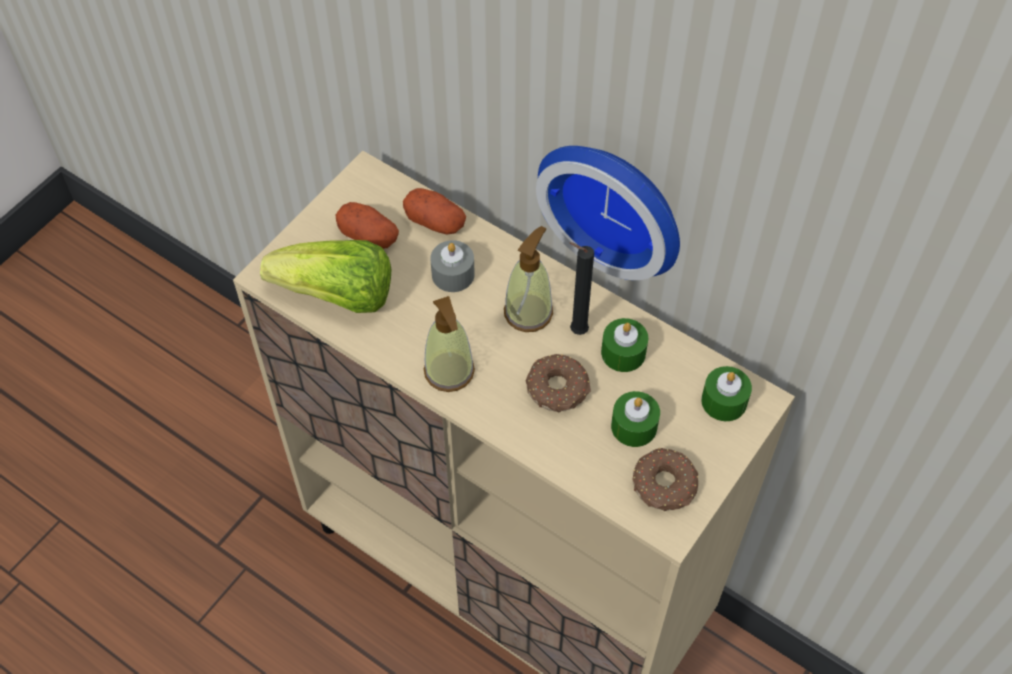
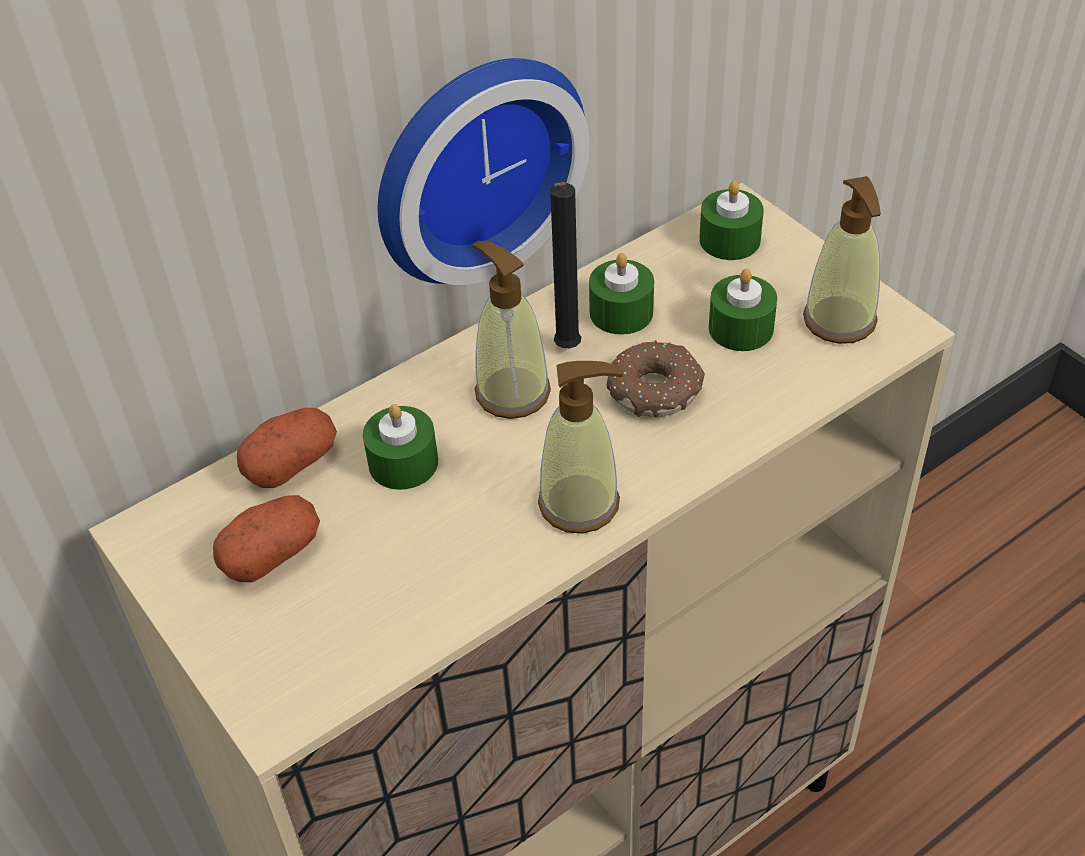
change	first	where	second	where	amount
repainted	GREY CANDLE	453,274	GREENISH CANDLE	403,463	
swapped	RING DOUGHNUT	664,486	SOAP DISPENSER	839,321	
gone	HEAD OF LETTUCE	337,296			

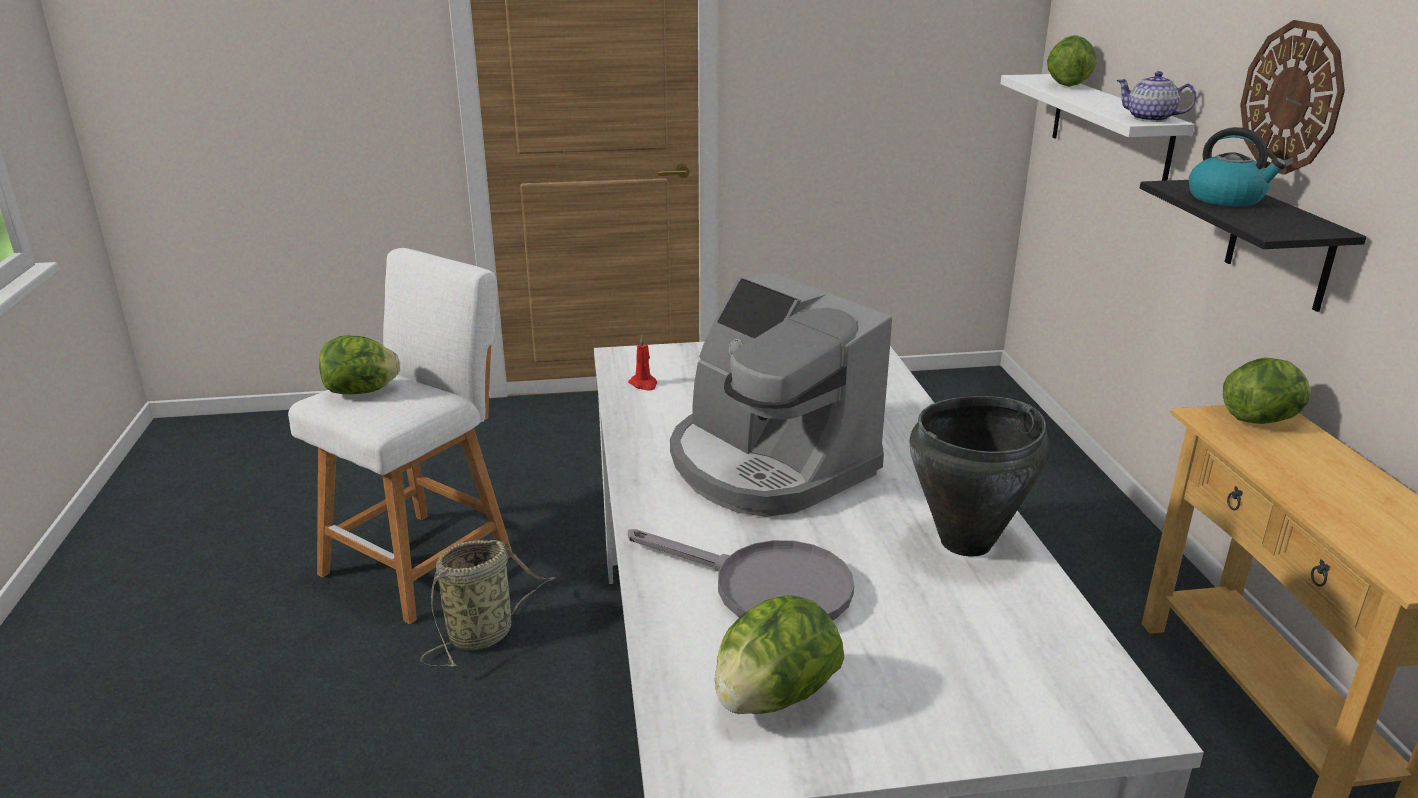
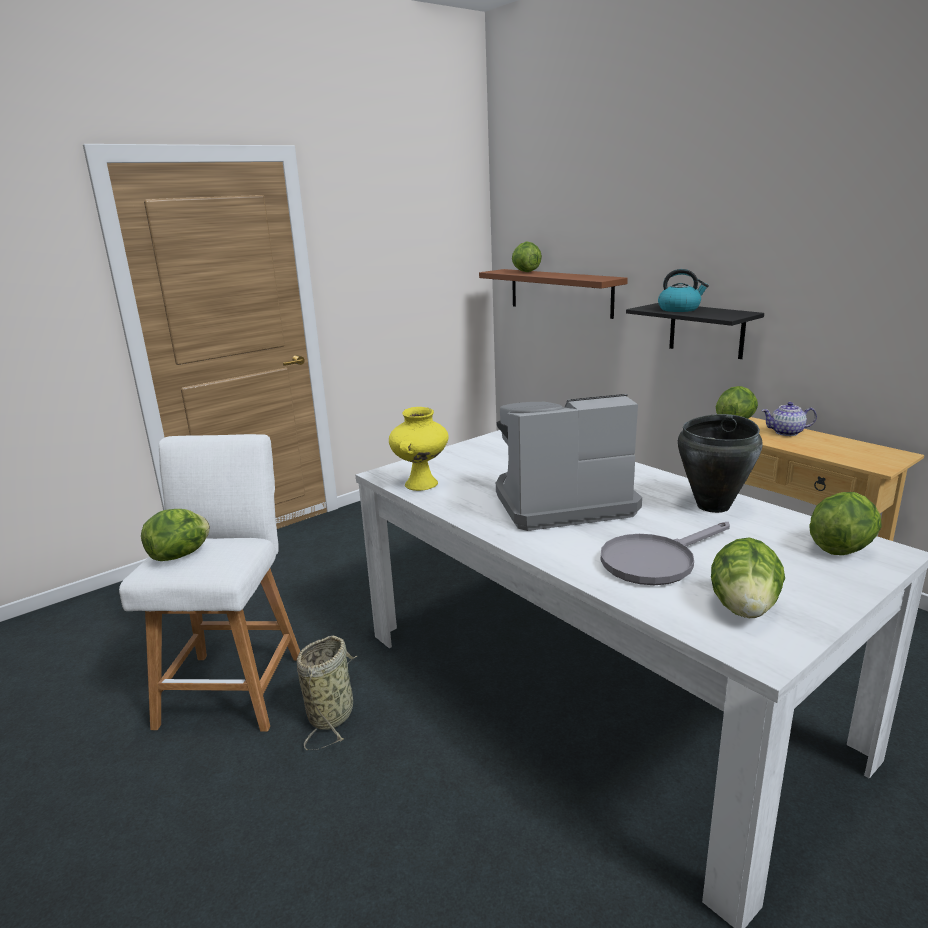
change	first	where	second	where	amount
swapped	REDDISH CANDLE	644,384	YELLOW-COLOURED VASE	422,484	
repainted	WHITISH SHELF	1109,129	BROWN-COLOURED SHELF	560,292	
rotated	COFFEE BREWER	768,464		561,503	150 degrees clockwise
rotated	GREY FRYING PAN	764,588		656,560	150 degrees clockwise
shifted	POT FOR TEA	1150,119		787,432	
new			HEAD OF LETTUCE	841,548	
gone	WALL CLOCK	1292,98			

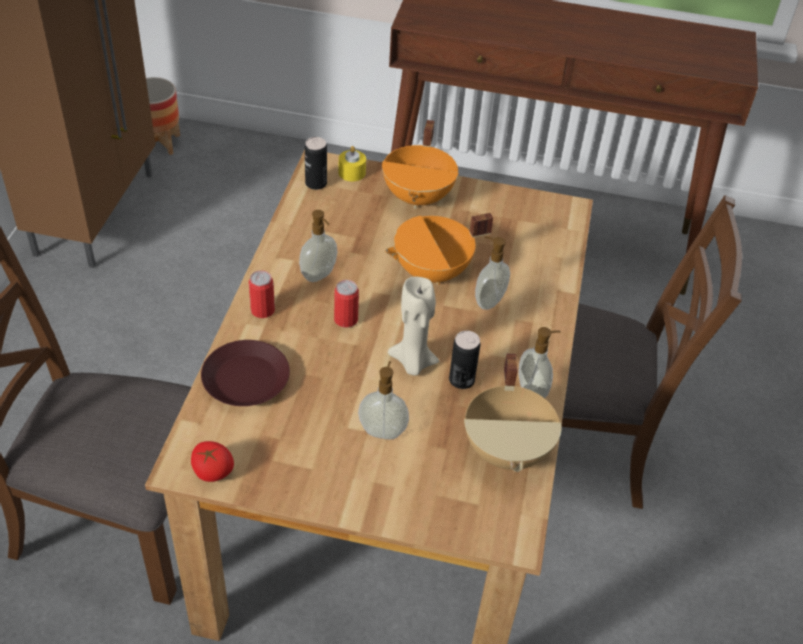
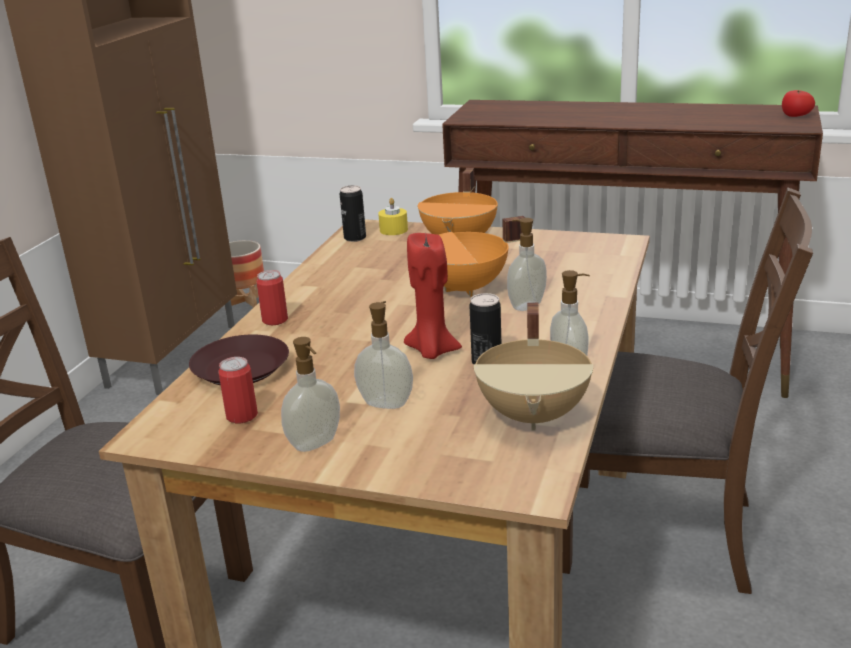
change	first	where	second	where	amount
shifted	CAN	346,319		242,416	
shifted	SOAP DISPENSER	319,275		315,444	
repainted	SAND-COLOURED CANDLE	412,362	REDDISH CANDLE	432,351	
shifted	TOMATO	212,472		795,116	

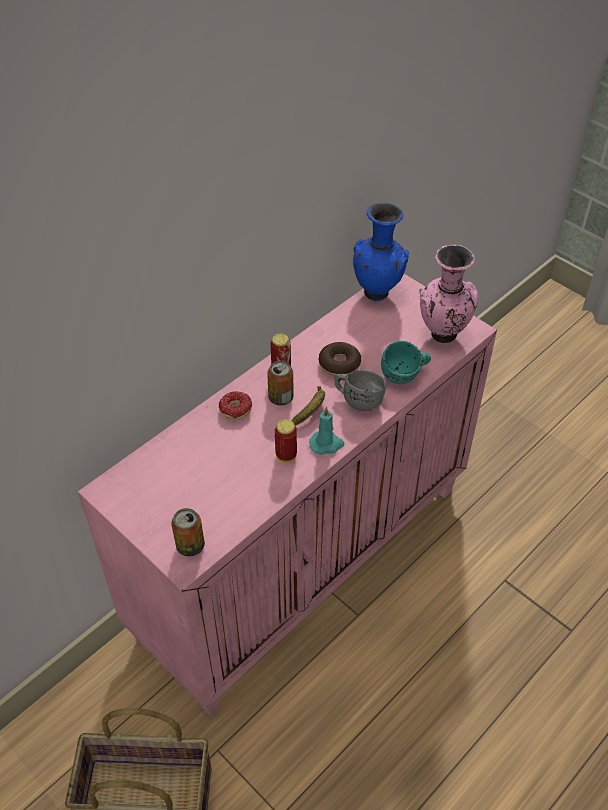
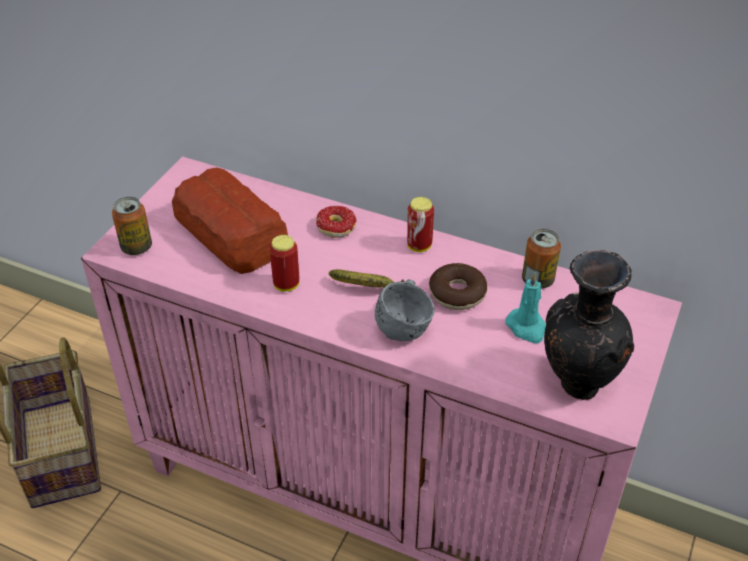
change	first	where	second	where	amount
new			BAKED BREAD	231,235	
shifted	TURQUOISE-COLOURED CANDLE	327,444		527,327	
shifted	CAN	281,398		537,280	
repainted	PINKISH VASE	442,336	BLACK VASE	576,384	
gone	BLUISH VASE	378,293			
gone	TURQUOISE-COLOURED MUG	405,376			

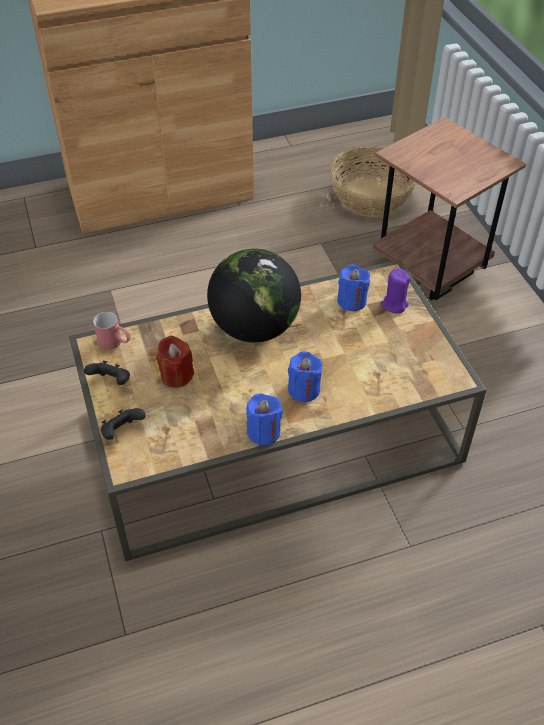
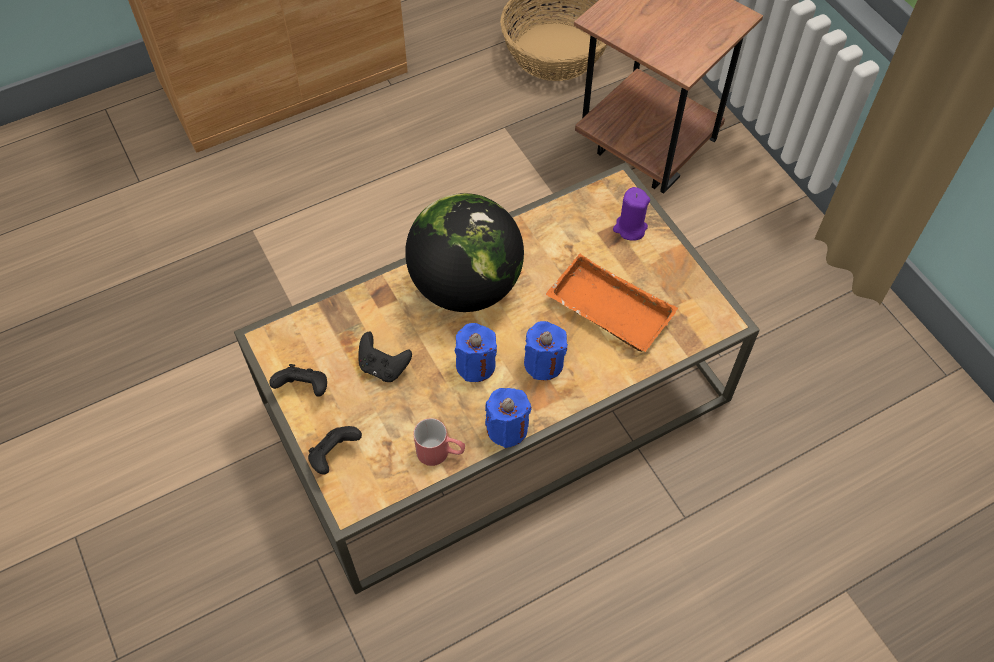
change	first	where	second	where	amount
swapped	REDDISH CANDLE	176,375	BLACK JOYPAD	383,367	
shifted	REDDISH MUG	115,343		441,453	
shifted	BLUISH CANDLE	351,301		476,365	
new			ORANGE-COLOURED SERVING TRAY	606,311	

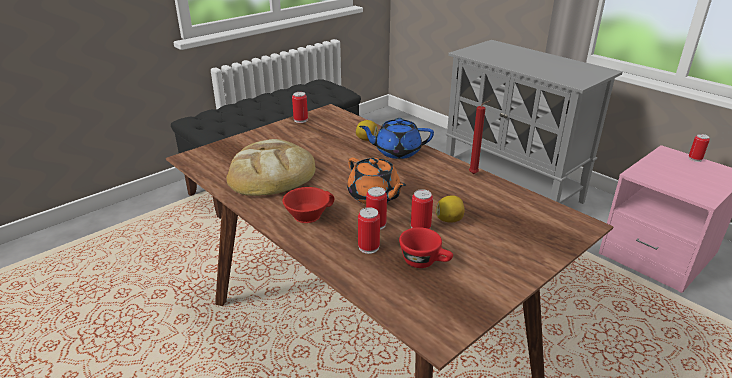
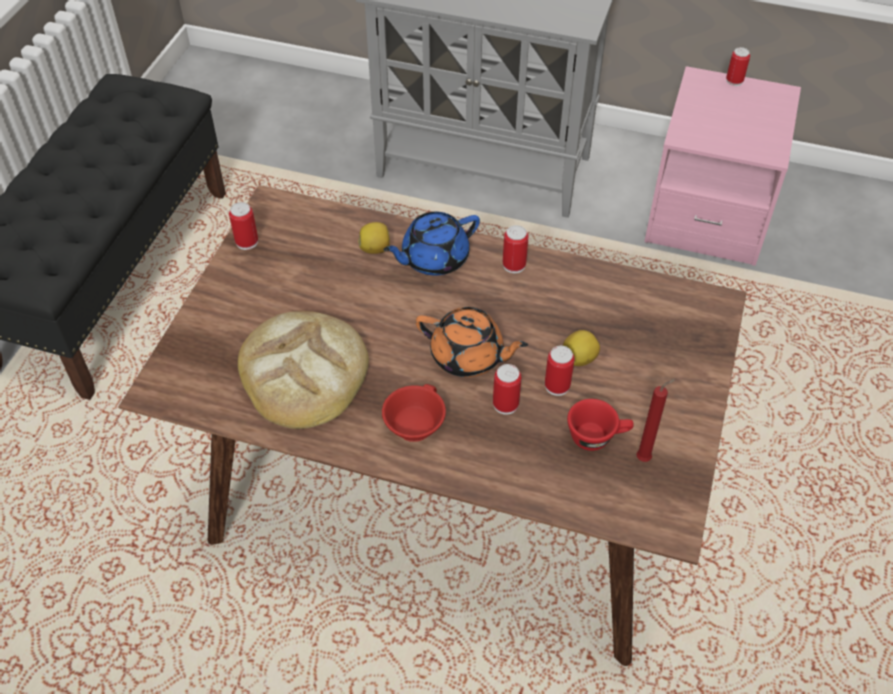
change	first	where	second	where	amount
shifted	CAN	368,247		514,265	
shifted	REDDISH CANDLE	475,174		645,458	

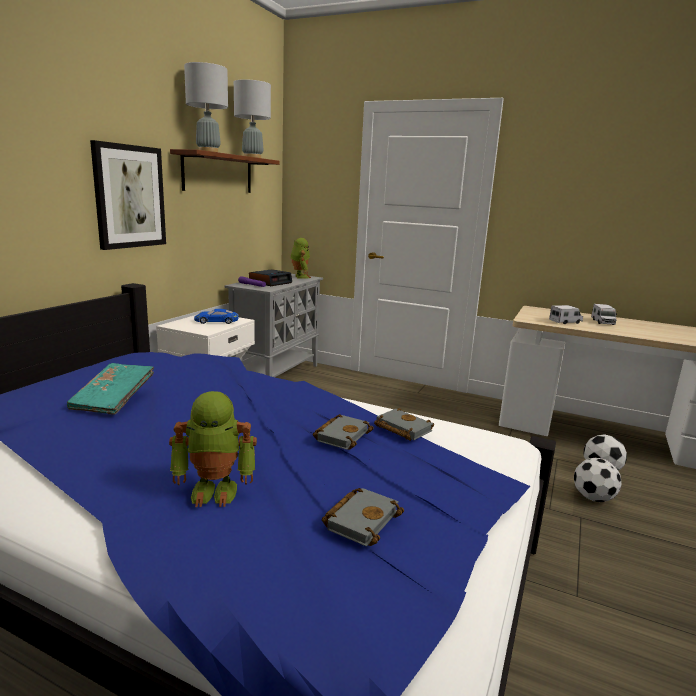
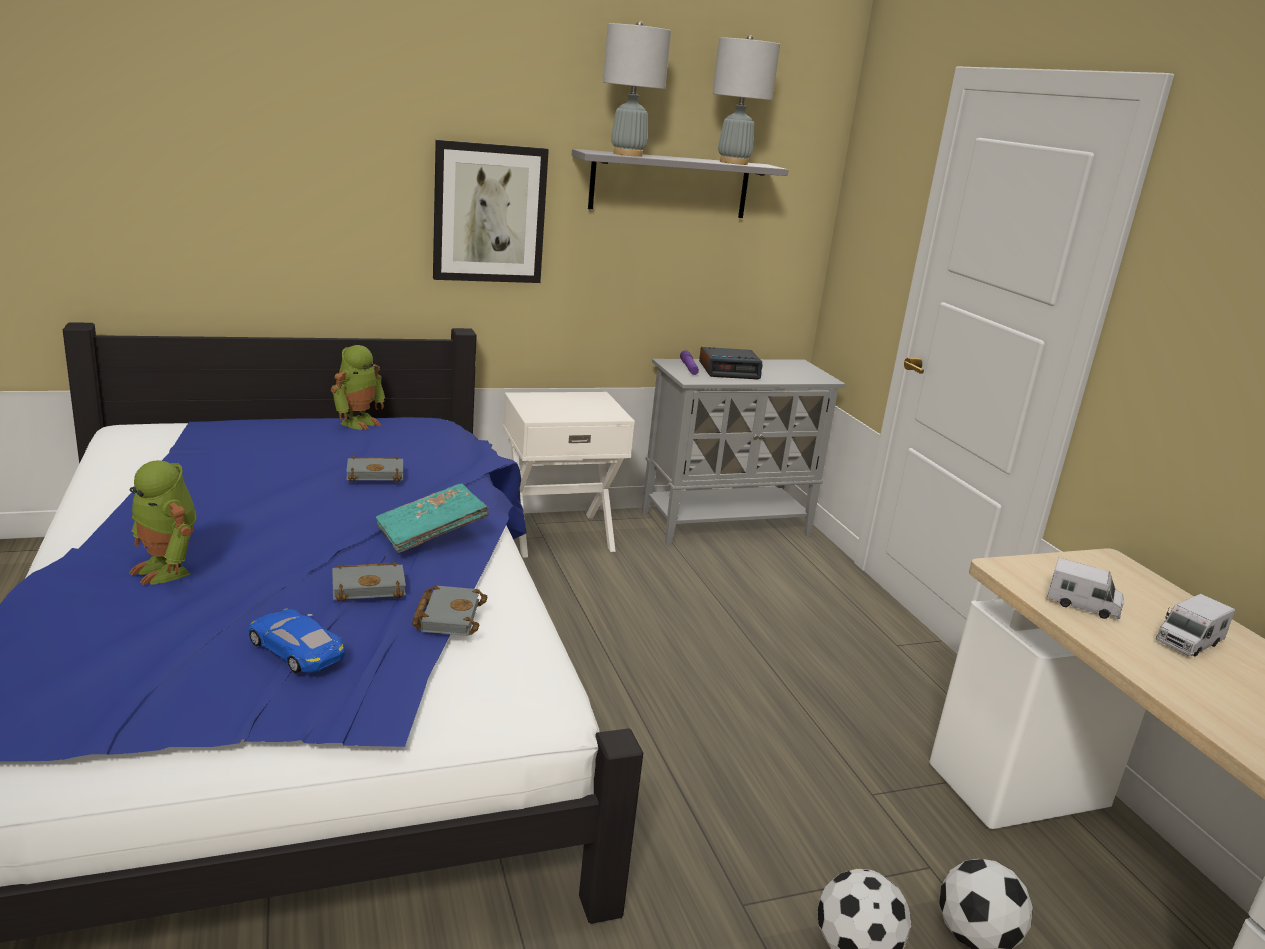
change	first	where	second	where	amount
shifted	BLUISH MINIATURE CAR	216,321		296,649	
shifted	MODEL ROBOT	300,277		358,422	
shifted	GREY BOUND BOOK	361,519		377,473	
shifted	TURQUOISE-COLOURED BOUND BOOK	113,400		431,533	
repainted	BROWN-COLOURED SHELF	218,173	GREY SHELF	670,185	

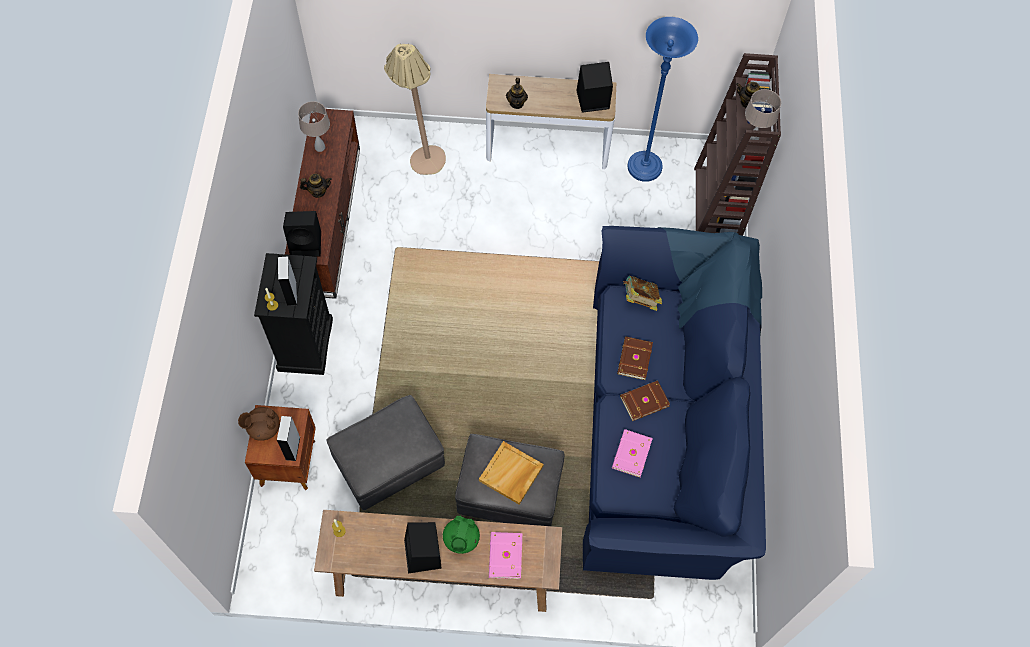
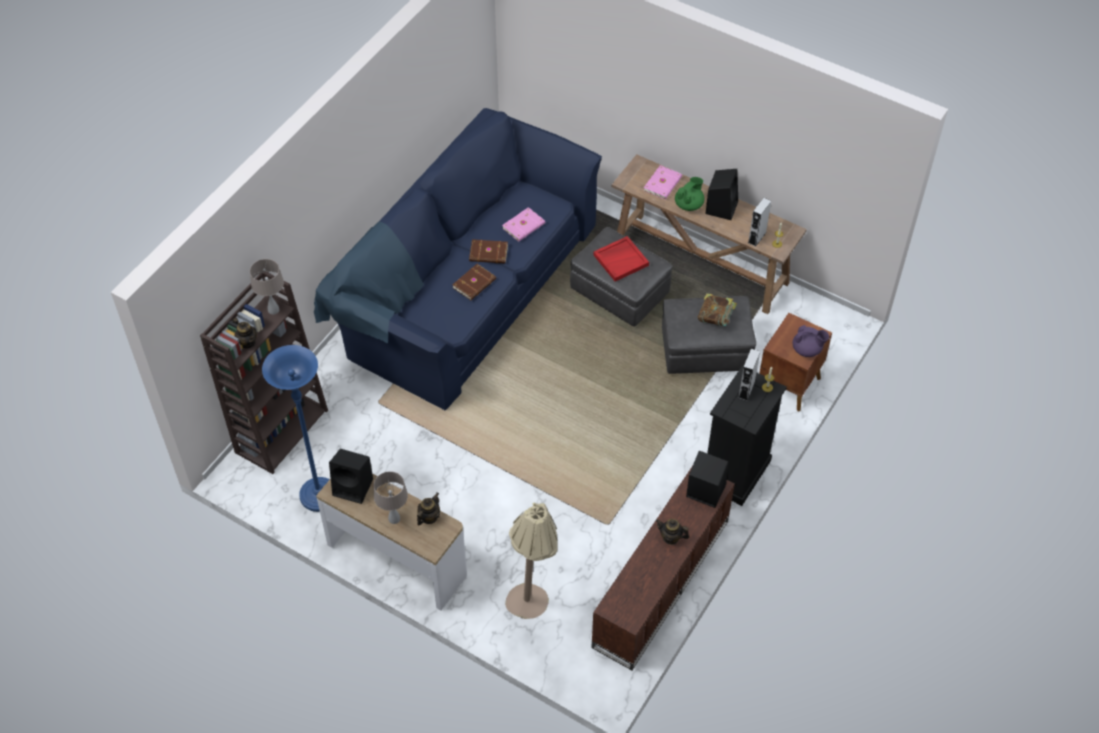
change	first	where	second	where	amount
shifted	SAND-COLOURED LAMP FOR A TABLE	319,147		394,519	
repainted	SAND-COLOURED SERVING TRAY	511,474	REDDISH SERVING TRAY	621,260	
shifted	BOUND BOOK	640,299		715,319	
shifted	GREY AUDIO SPEAKER	292,448		757,237	
repainted	BROWN-COLOURED POT FOR TEA	263,428	PURPLE-COLOURED POT FOR TEA	807,350	

